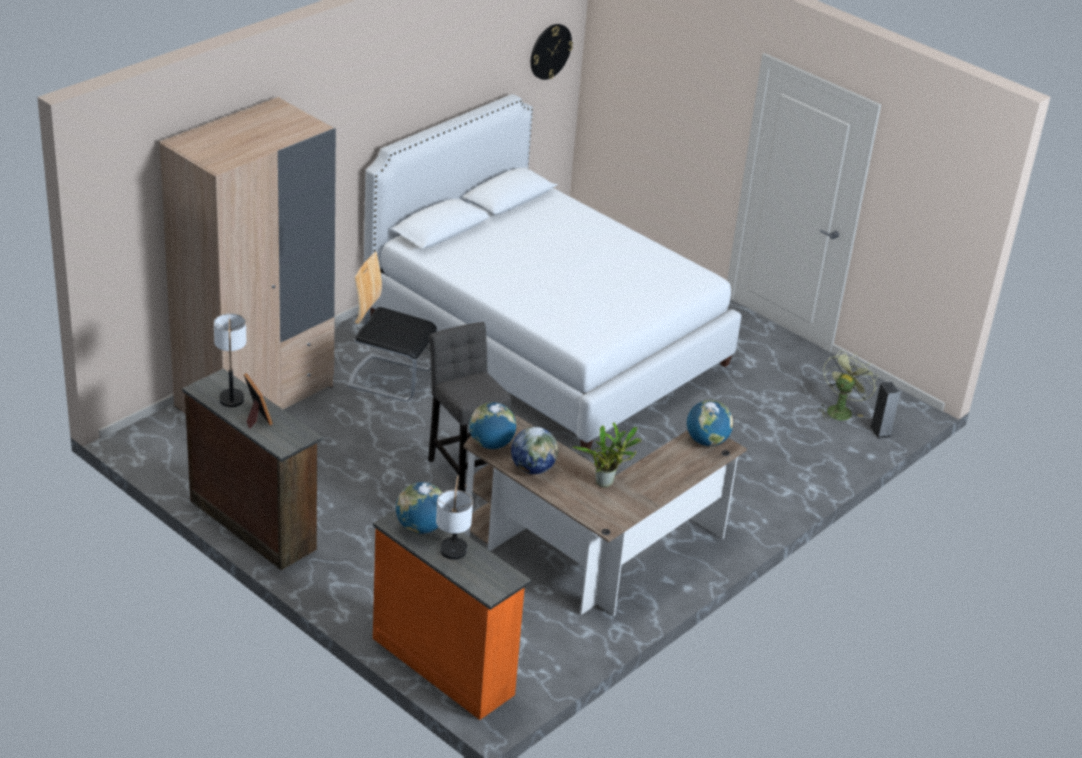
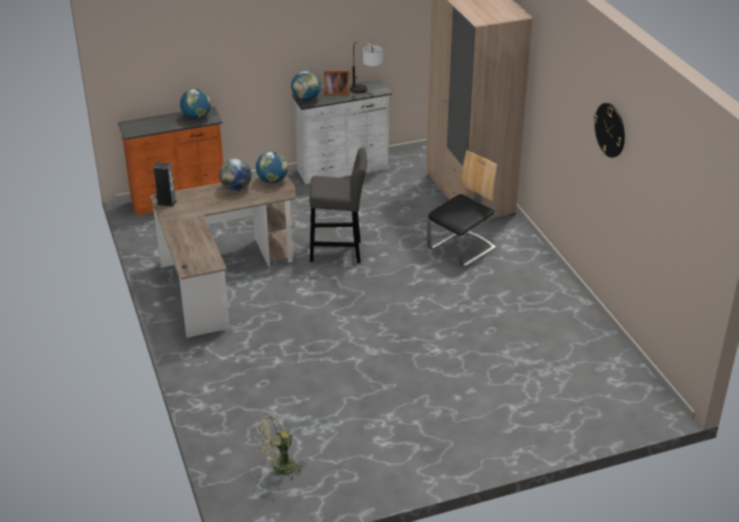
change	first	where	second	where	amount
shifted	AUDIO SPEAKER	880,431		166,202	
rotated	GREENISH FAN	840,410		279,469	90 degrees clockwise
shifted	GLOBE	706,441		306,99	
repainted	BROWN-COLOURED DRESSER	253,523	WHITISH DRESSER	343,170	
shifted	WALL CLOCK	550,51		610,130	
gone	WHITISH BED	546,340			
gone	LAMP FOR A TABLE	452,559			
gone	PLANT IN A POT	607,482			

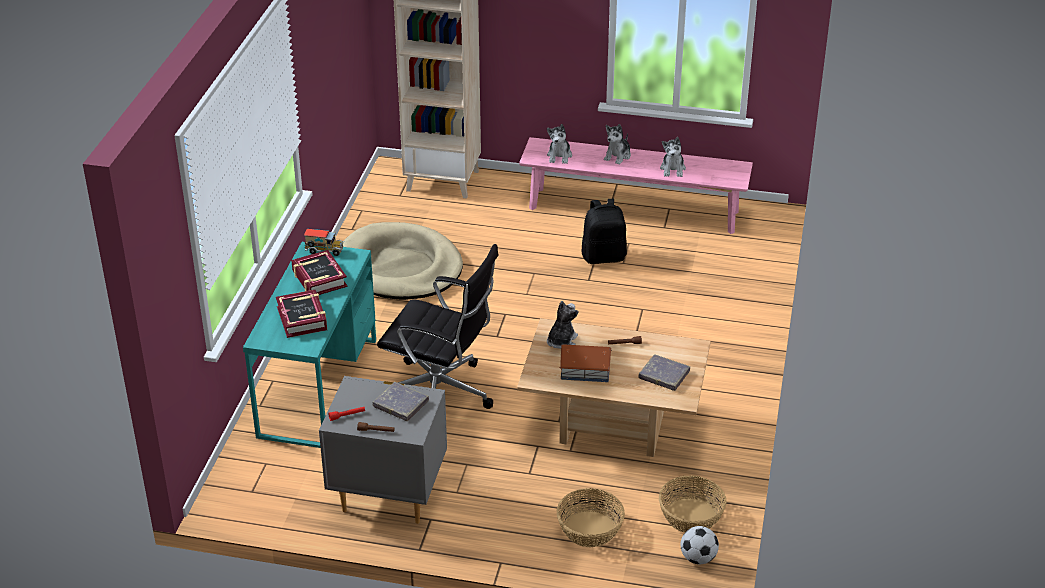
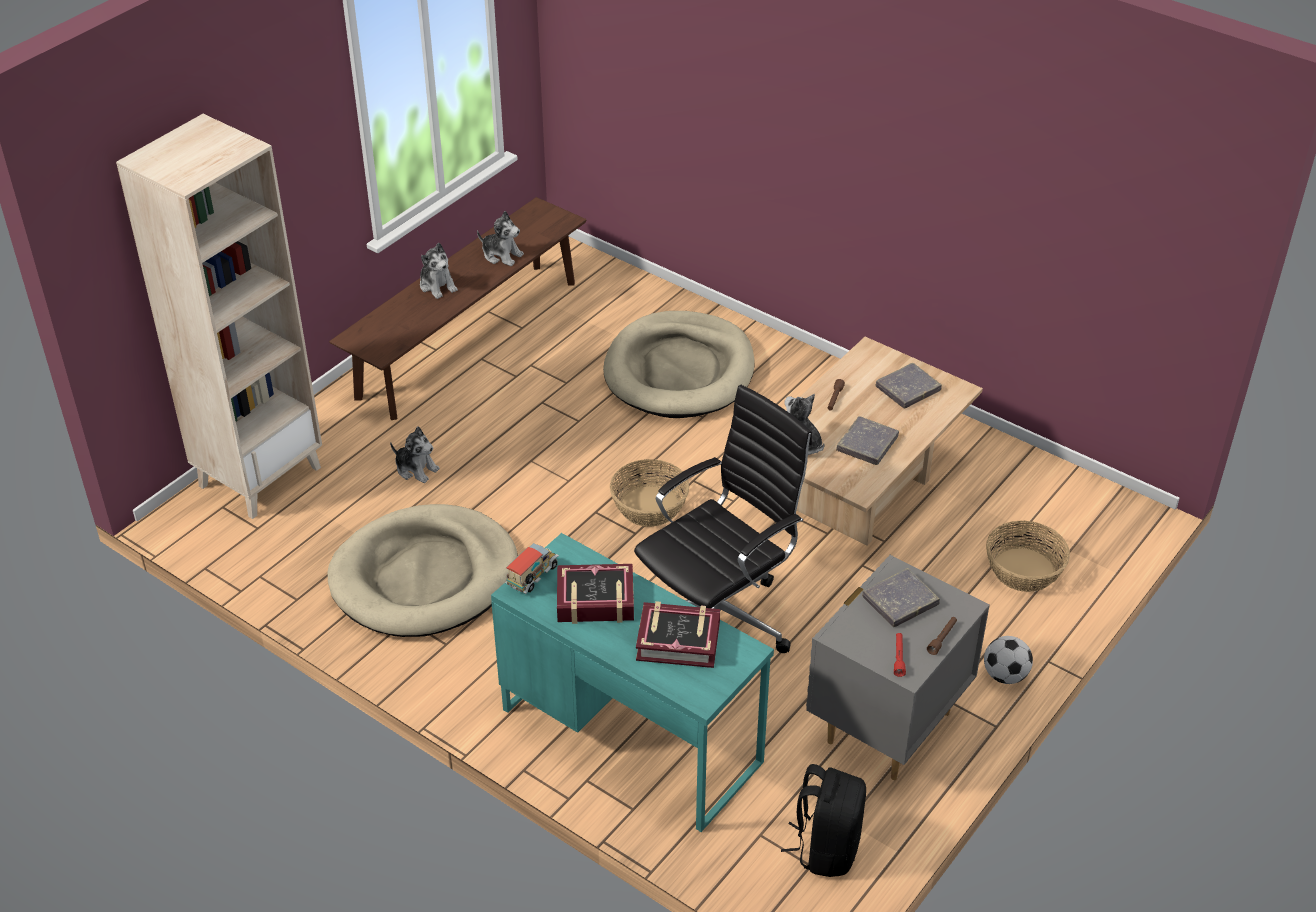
change	first	where	second	where	amount
repainted	PINKISH INDOOR BENCH	633,210	BROWN-COLOURED INDOOR BENCH	468,338	
shifted	CUDDLY TOY	559,156		416,469	
new			SAND-COLOURED PET BED	679,371	
shifted	HOUSEHOLD BASKET	691,515		649,506	
shifted	BLACK BACKPACK	604,256		826,848	
swapped	MODEL HOUSE	586,371	GREY BOUND BOOK	867,444	
shifted	FOOTBALL	698,558		1005,675	

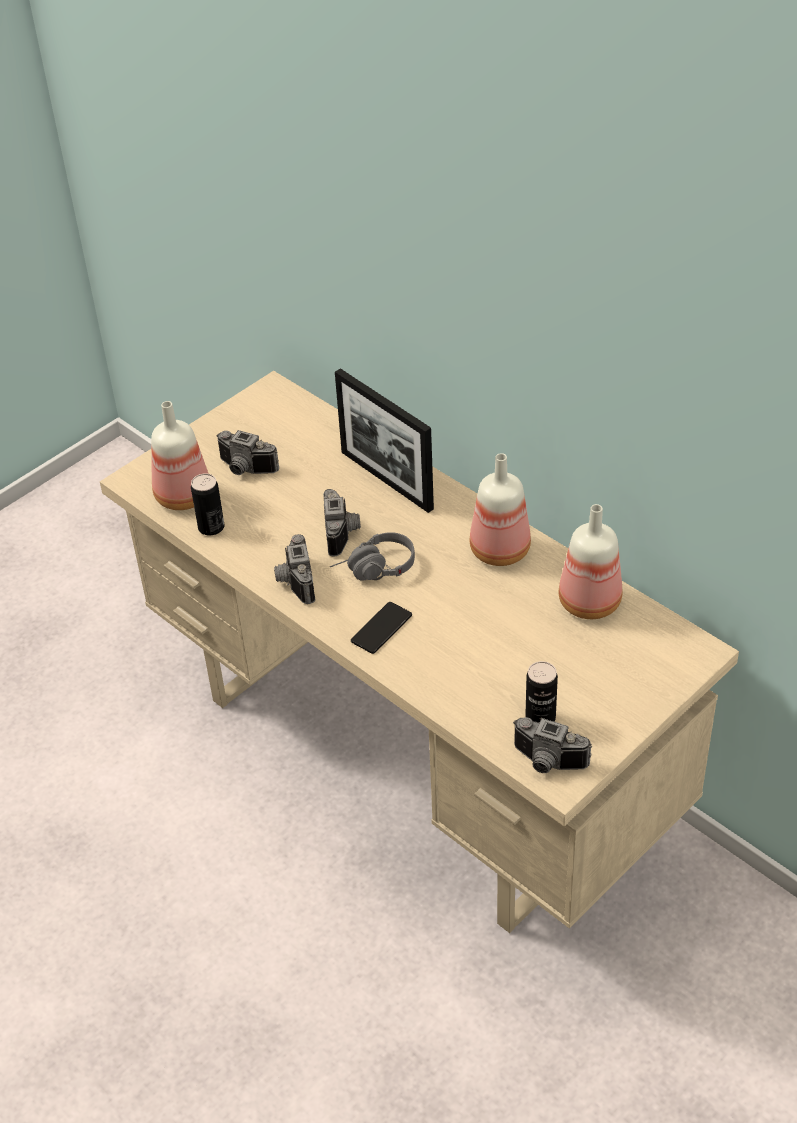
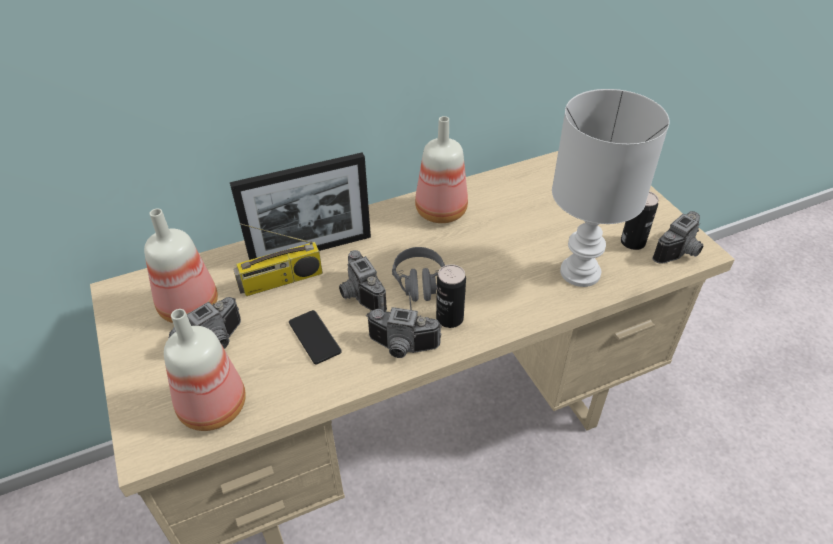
change	first	where	second	where	amount
shifted	BOTTLE	588,603		189,308	
new			RADIO	281,281	
shifted	PHONE	381,628		314,337	
rotated	PHOTO CAMERA	343,532		358,296	135 degrees counterclockwise
shifted	CAN	211,527		449,318	
new			WHITISH LAMP FOR A TABLE	579,273	

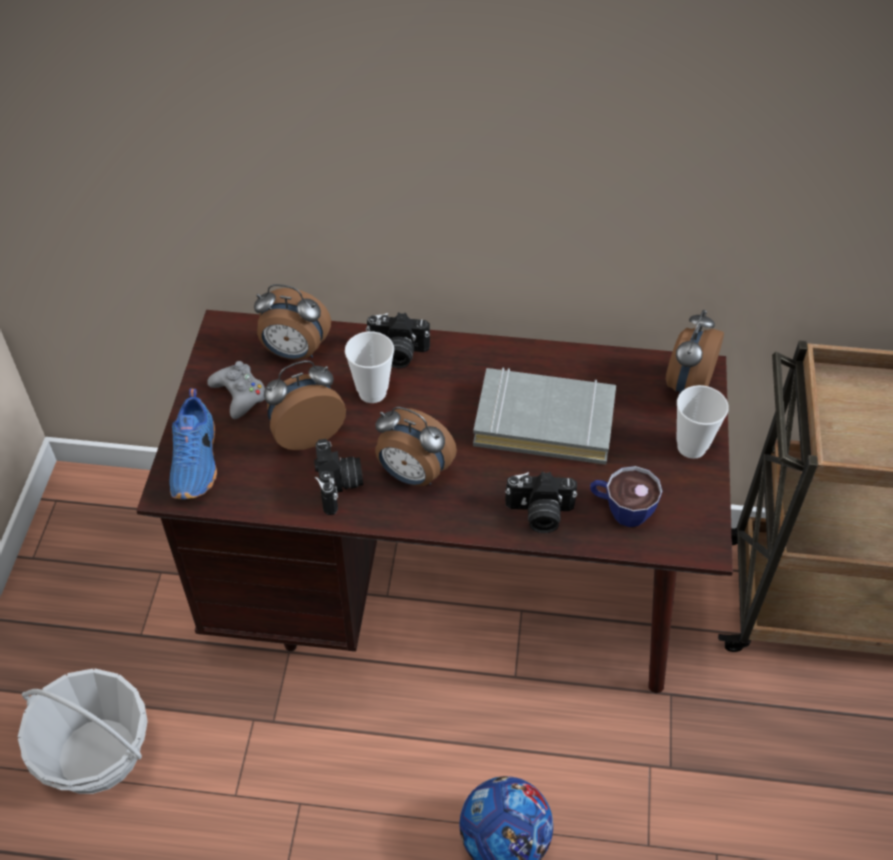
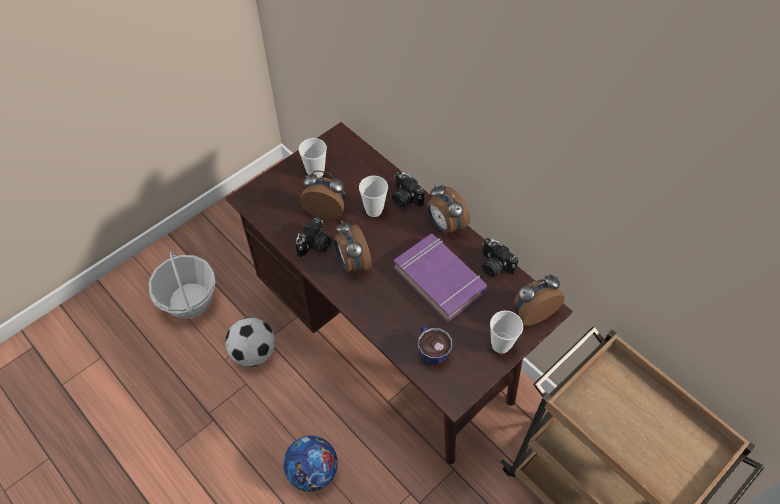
change	first	where	second	where	amount
new			FOOTBALL	253,352	
swapped	GREY JOYPAD	240,395	SMALL CUP	315,173	
repainted	GREY BOUND BOOK	544,422	PURPLE-COLOURED BOUND BOOK	439,280	
shifted	ALARM CLOCK	294,352		445,225	
shifted	PHOTO CAMERA	539,514		494,266	
gone	BLUISH LOW SHOE	197,461			

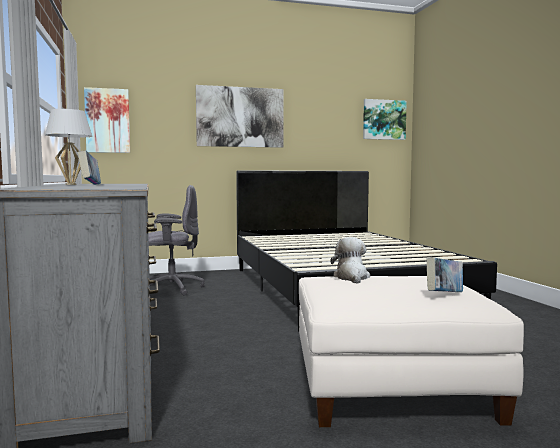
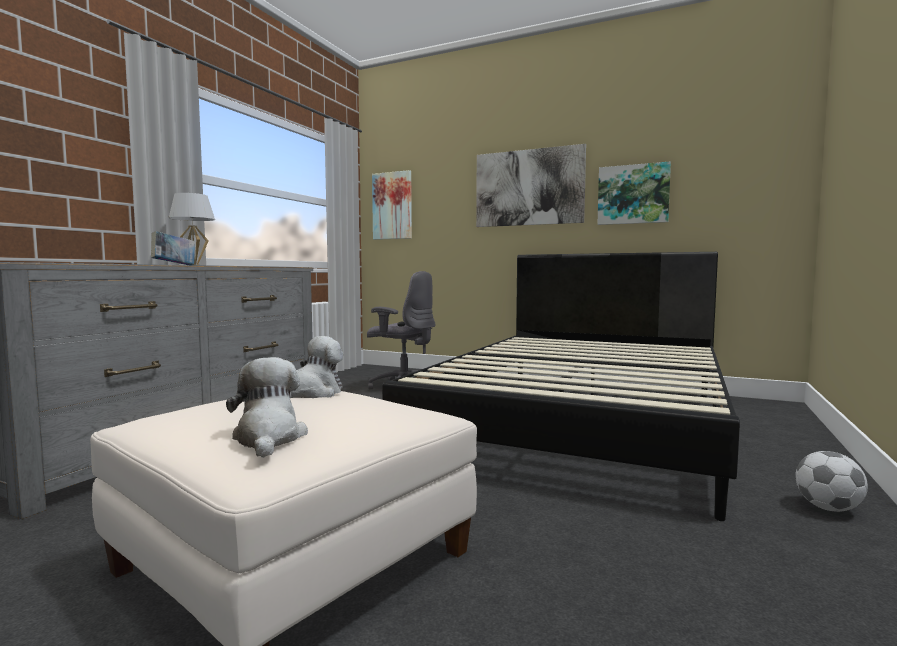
change	first	where	second	where	amount
swapped	BOUND BOOK	444,295	CUDDLY TOY	269,438	
shifted	WALL PICTURE	384,120		633,194	
new			FOOTBALL	828,508	

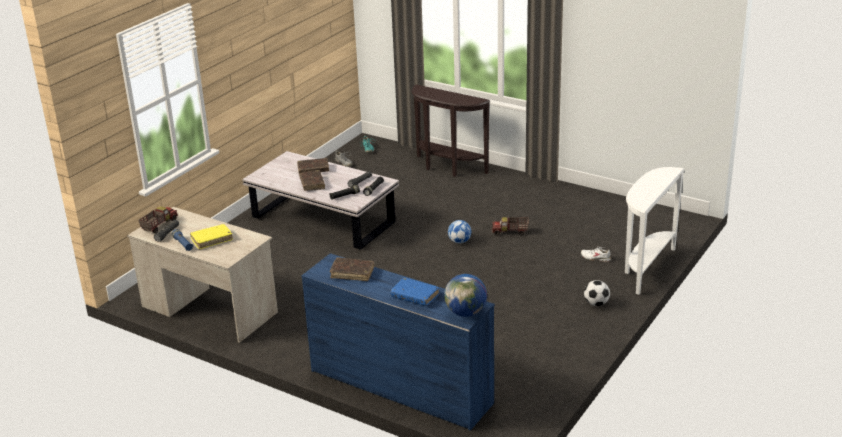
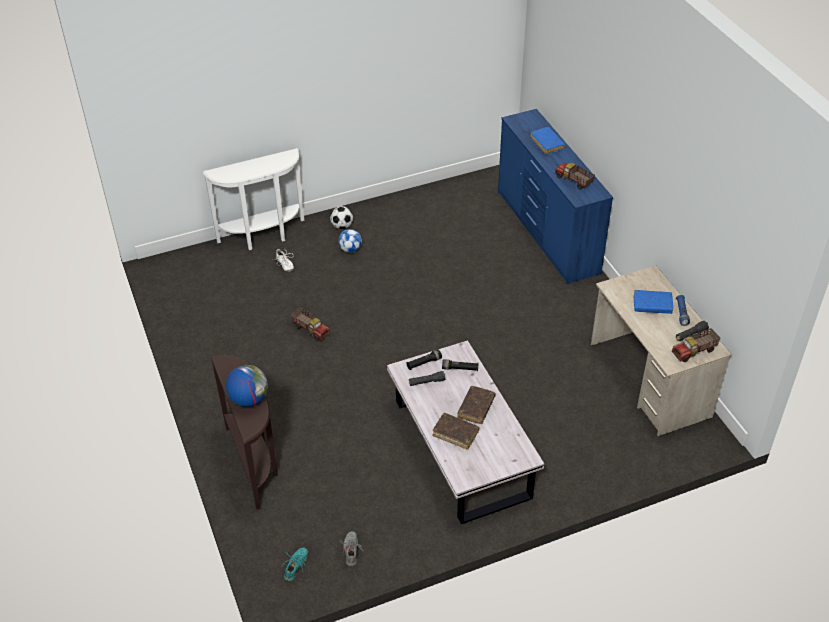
change	first	where	second	where	amount
shifted	GLOBE	466,313		249,399	
shifted	FOOTBALL	459,241		350,249	
swapped	BROWN-COLOURED BOUND BOOK	352,273	TOY TRUCK	573,181	
repainted	YELLOW-COLOURED BOUND BOOK	212,240	BLUISH BOUND BOOK	652,305	

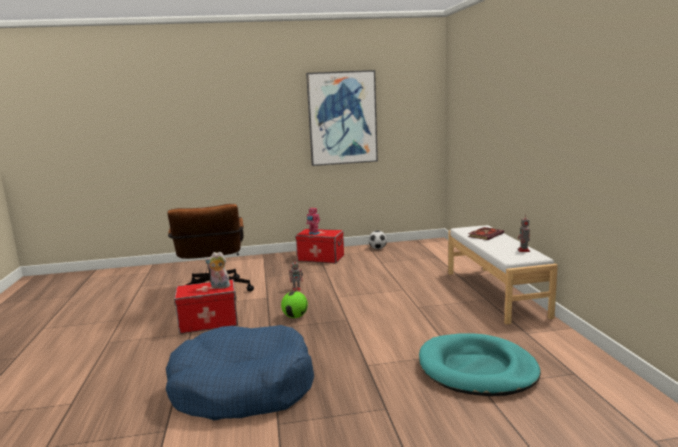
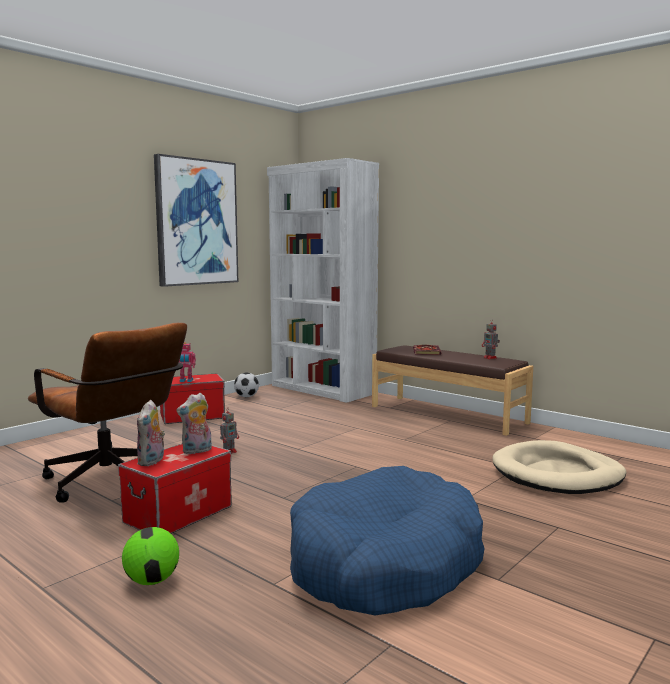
change	first	where	second	where	amount
shifted	FOOTBALL	295,316		152,580	
new			CUDDLY TOY	152,461	
new			WHITISH BOOKCASE	322,389	
repainted	WHITISH INDOOR BENCH	495,293	BROWN-COLOURED INDOOR BENCH	447,414	
repainted	TURQUOISE-COLOURED PET BED	477,369	SAND-COLOURED PET BED	557,474	

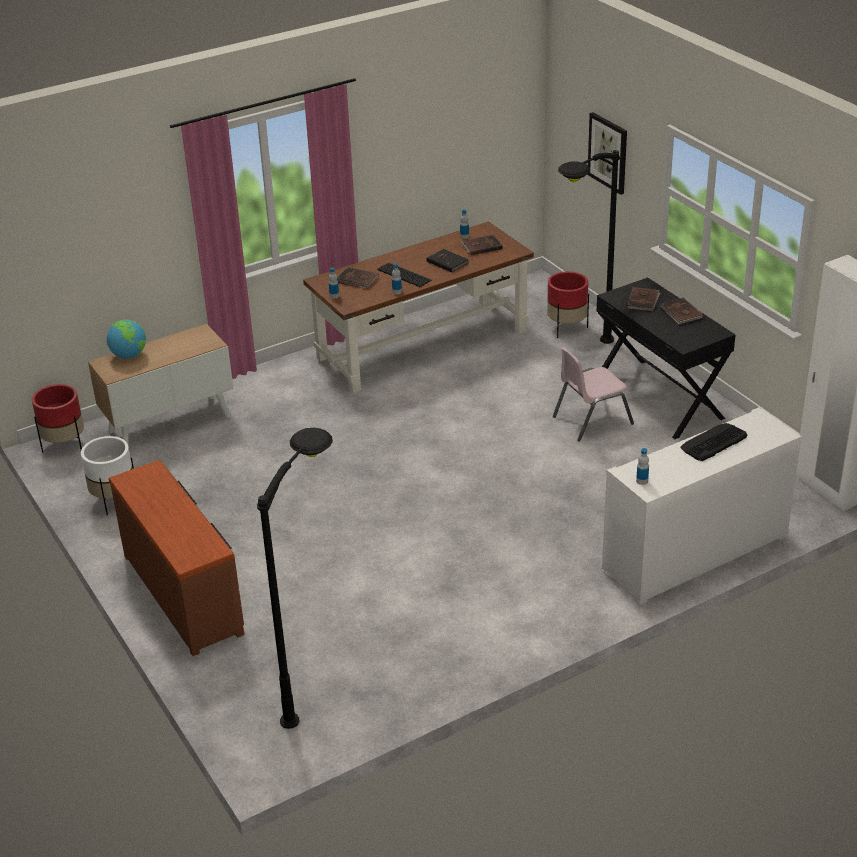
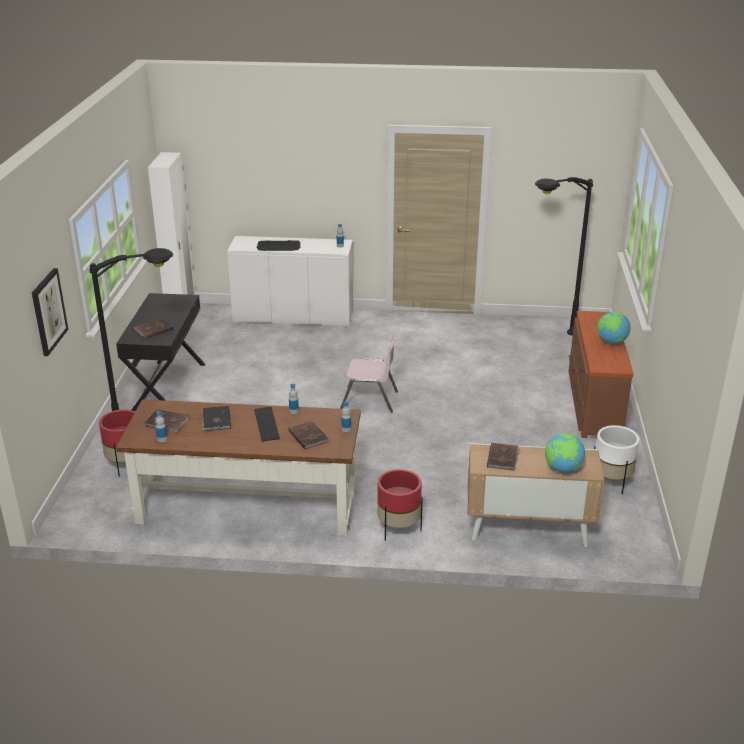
change	first	where	second	where	amount
shifted	PINKISH PLAIN CHAIR	591,420		370,400	
shifted	REDDISH PLANTER	65,445		398,528	
shifted	BROWN-COLOURED BOUND BOOK	681,313		503,458	
new			GLOBE	611,342	

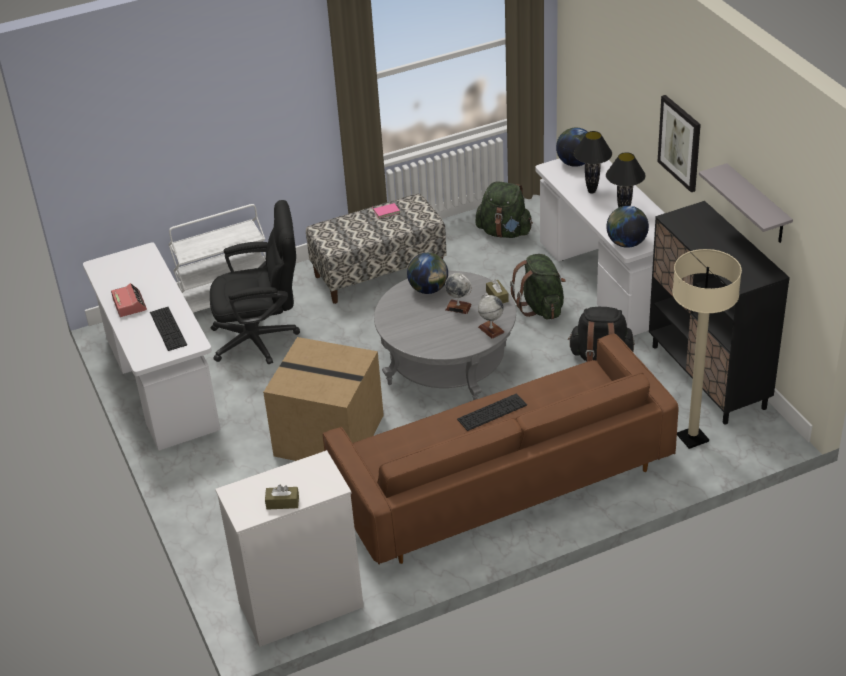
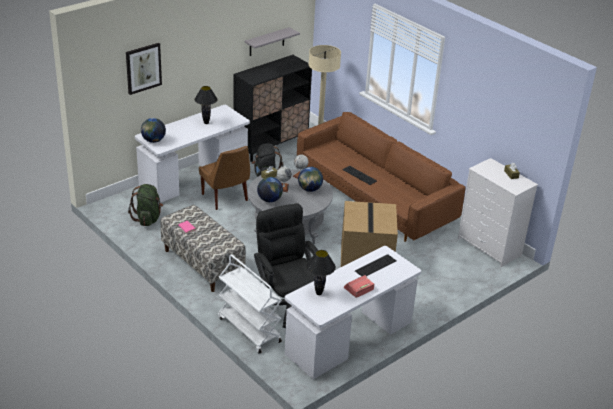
change	first	where	second	where	amount
shifted	WALL PICTURE	680,143		143,68	
swapped	GREENISH BACKPACK	541,307	BROWN-COLOURED PLAIN CHAIR	225,198	
shifted	GLOBE	626,243		309,189	
shifted	BLACK LAMP FOR A TABLE	591,191		318,293	

